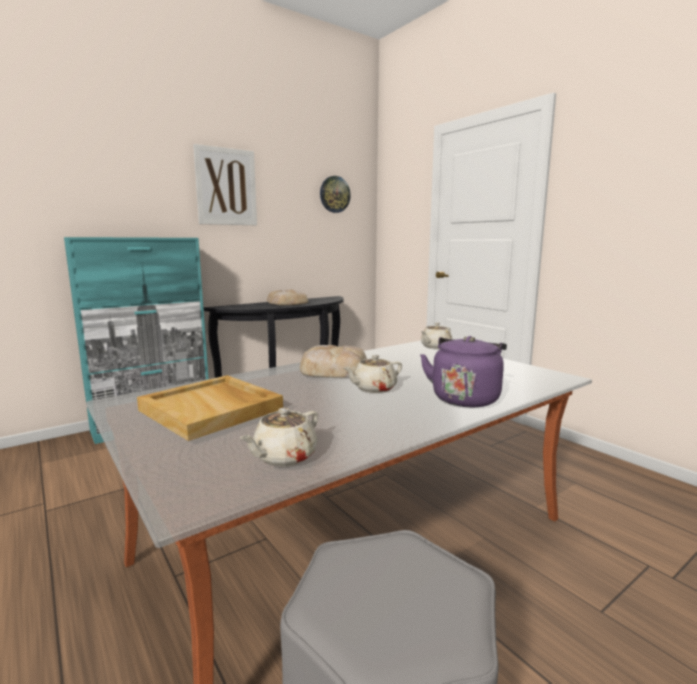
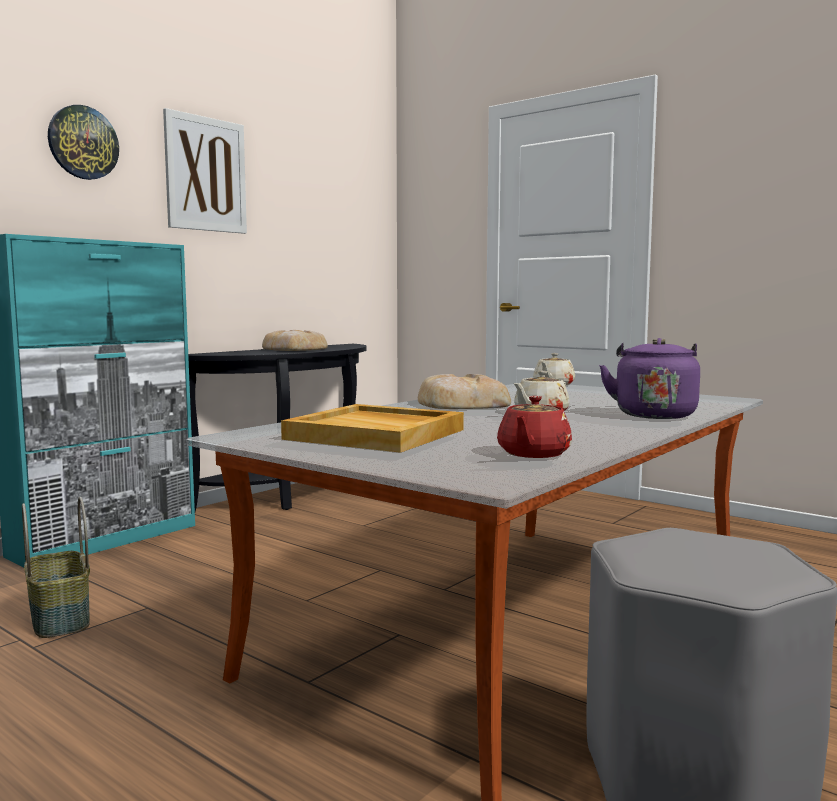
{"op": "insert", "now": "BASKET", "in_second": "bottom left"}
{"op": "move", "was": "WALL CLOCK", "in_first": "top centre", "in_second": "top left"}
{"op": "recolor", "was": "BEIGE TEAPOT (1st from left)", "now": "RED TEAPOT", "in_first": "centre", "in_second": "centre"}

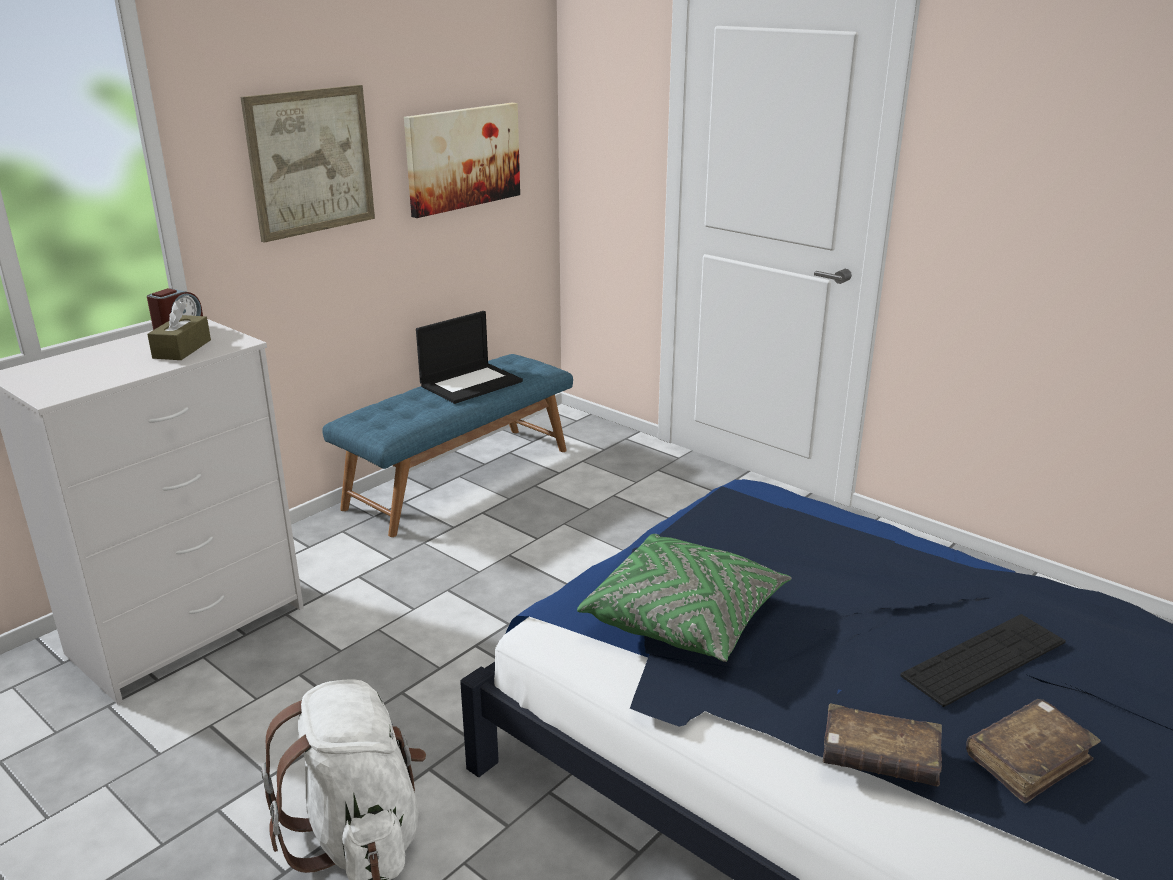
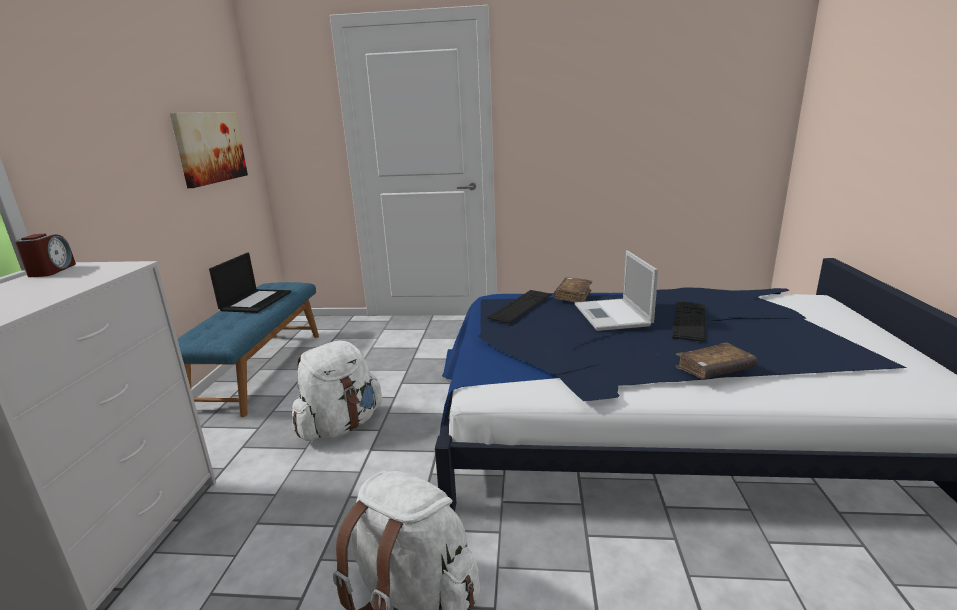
{"op": "insert", "now": "WHITE BACKPACK (1st from left)", "in_second": "centre"}
{"op": "insert", "now": "KEYBOARD (1st from left)", "in_second": "centre"}
{"op": "move", "was": "BROWN BOOK (2nd from left in the first image)", "now": "BROWN BOOK (1st from left)", "in_first": "bottom right", "in_second": "centre"}
{"op": "insert", "now": "LAPTOP (2nd from left)", "in_second": "centre"}
{"op": "delete", "was": "BROWN TISSUE BOX", "in_first": "middle left"}
{"op": "delete", "was": "PICTURE (1st from left)", "in_first": "top left"}
{"op": "delete", "was": "GREEN PILLOW", "in_first": "bottom centre"}

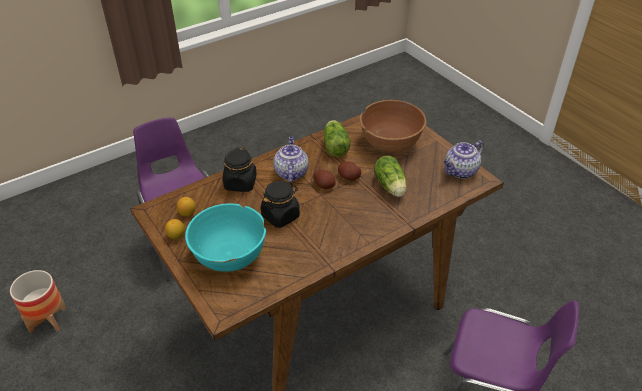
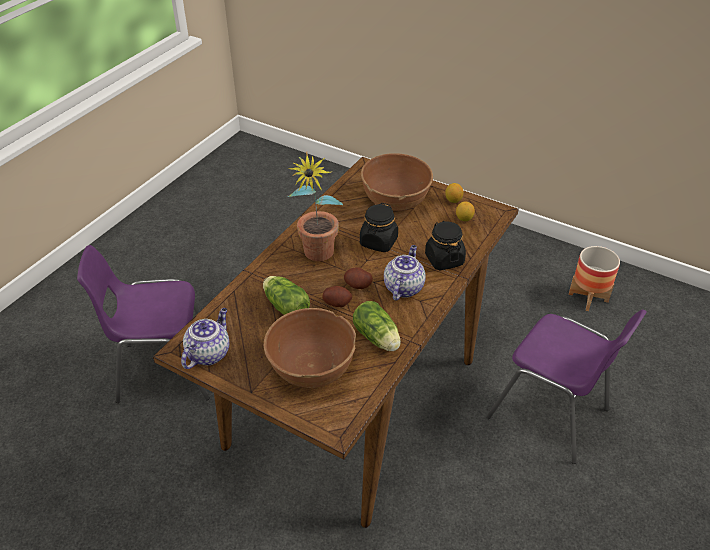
{"op": "insert", "now": "POTTED PLANT", "in_second": "centre"}
{"op": "recolor", "was": "TURQUOISE BOWL", "now": "BROWN BOWL (2nd from left)", "in_first": "centre", "in_second": "top centre"}
{"op": "rotate", "was": "TEAPOT (1st from left in the first image)", "in_first": "centre", "in_second": "centre", "clockwise": -135}

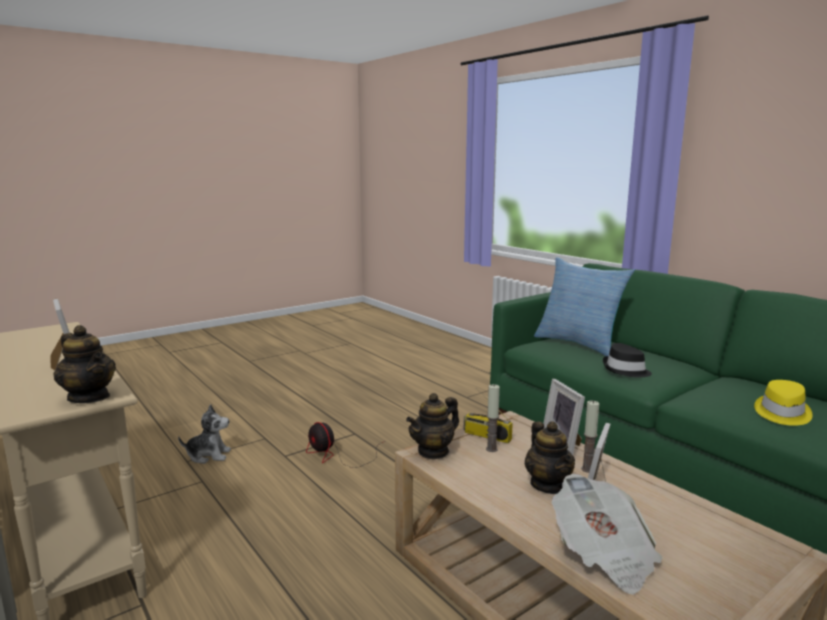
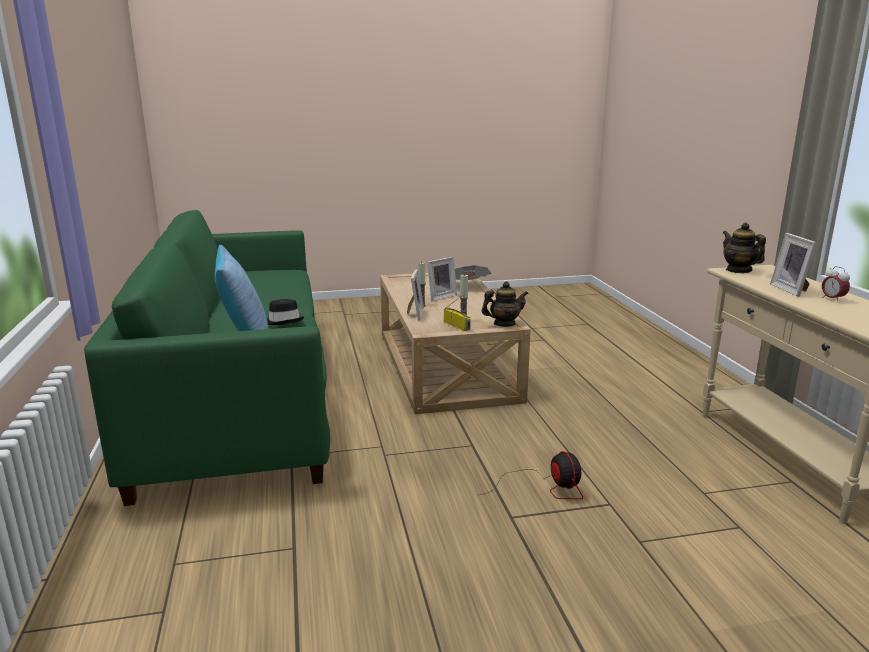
{"op": "insert", "now": "ALARM CLOCK", "in_second": "middle right"}
{"op": "delete", "was": "PLUSH TOY", "in_first": "bottom left"}
{"op": "delete", "was": "TEAPOT (3rd from left)", "in_first": "bottom centre"}
{"op": "delete", "was": "YELLOW HAT", "in_first": "middle right"}

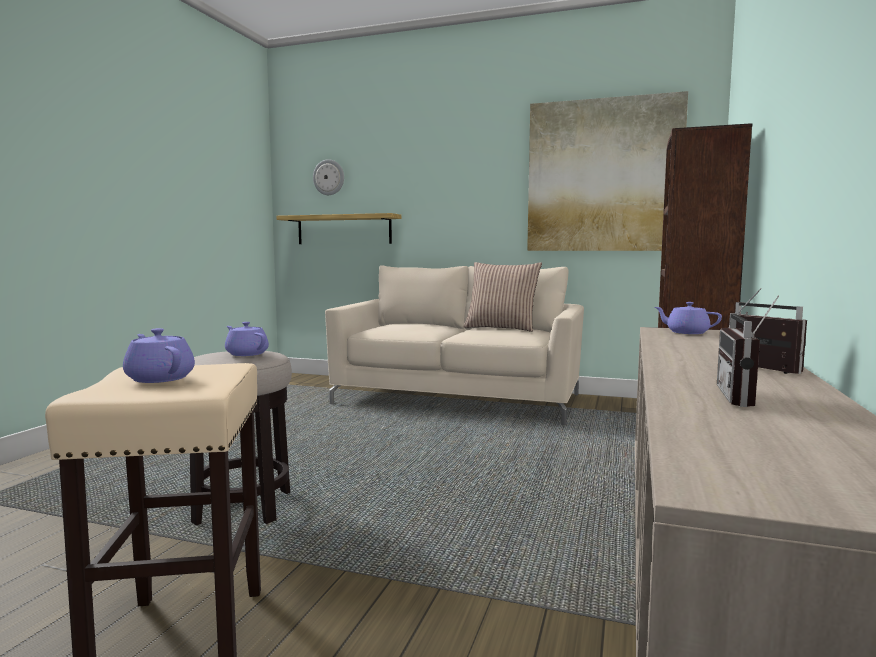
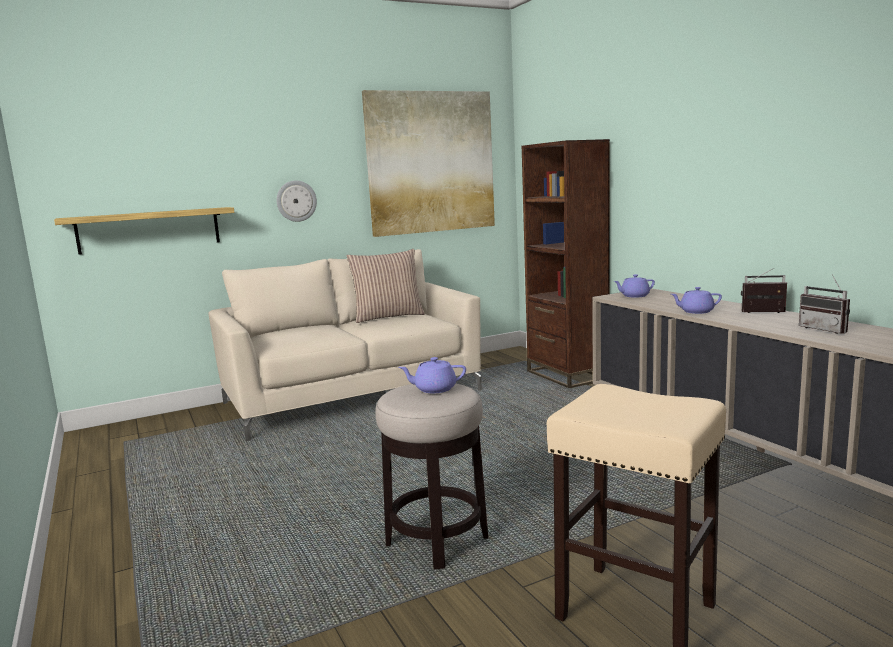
{"op": "move", "was": "WALL CLOCK", "in_first": "top centre", "in_second": "top left"}
{"op": "move", "was": "PURPLE TEAPOT (1st from left in the first image)", "now": "PURPLE TEAPOT (3rd from left)", "in_first": "middle left", "in_second": "middle right"}

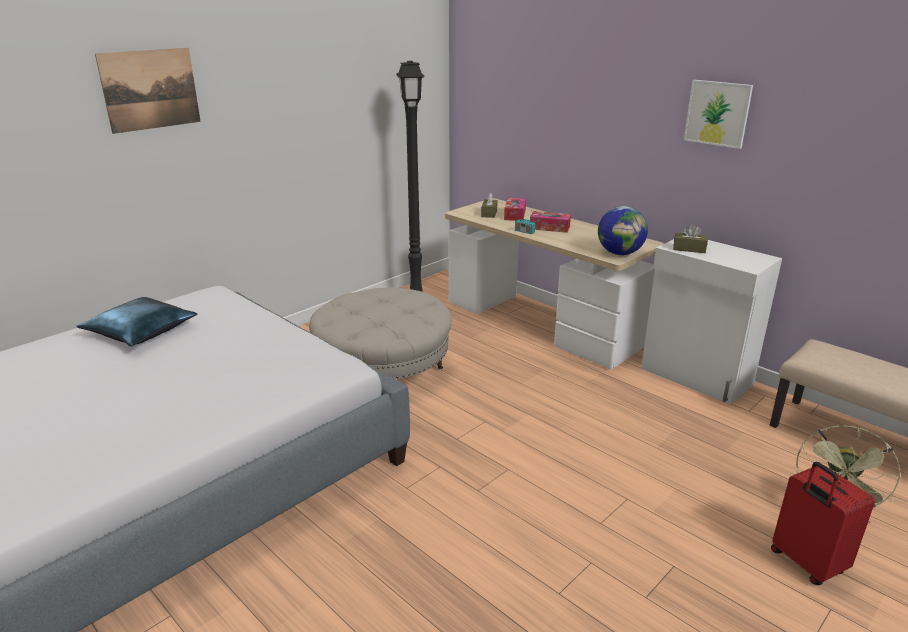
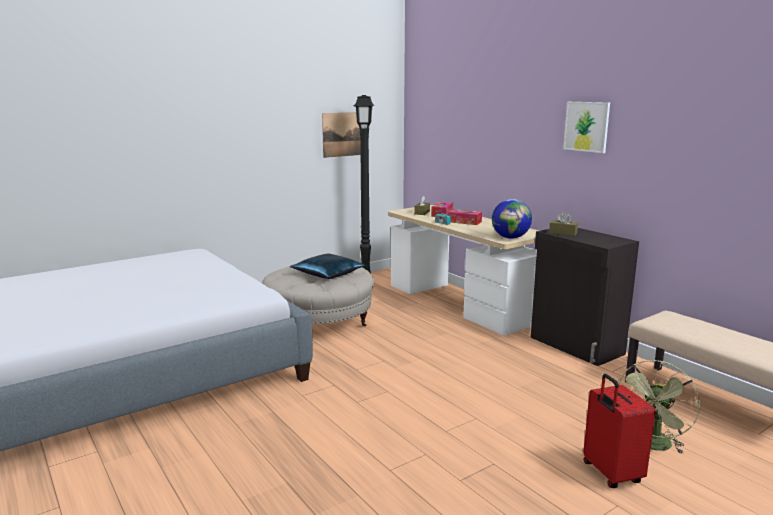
{"op": "move", "was": "BLUE PILLOW", "in_first": "middle left", "in_second": "centre"}
{"op": "move", "was": "PICTURE (1st from left)", "in_first": "top left", "in_second": "top centre"}
{"op": "recolor", "was": "WHITE CABINET", "now": "BLACK CABINET", "in_first": "middle right", "in_second": "middle right"}

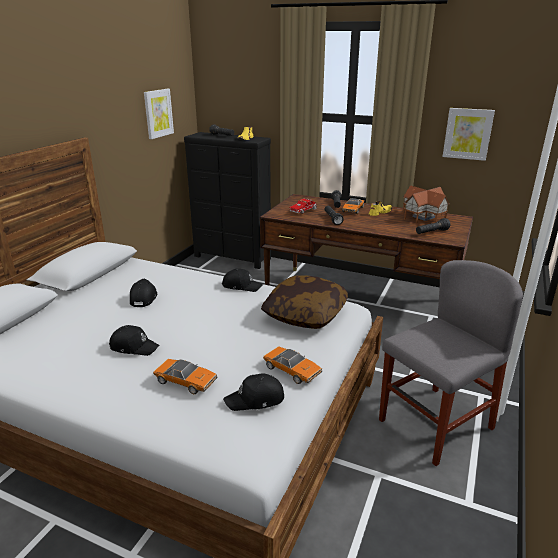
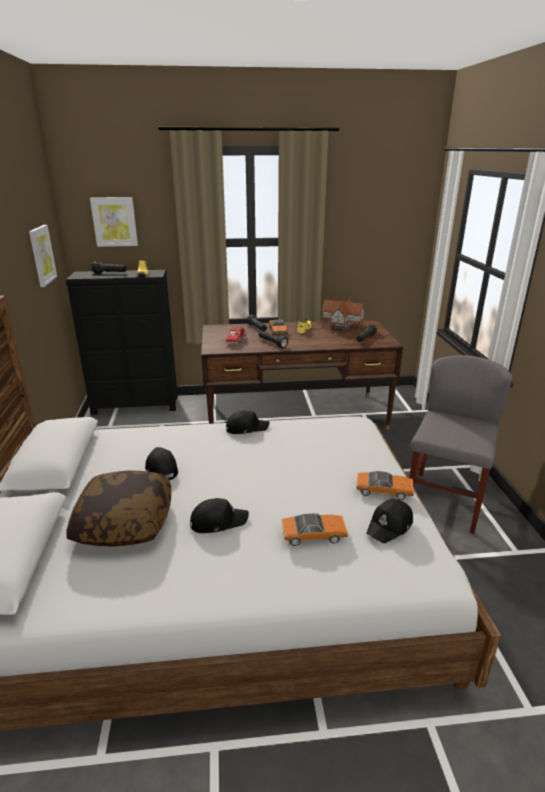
{"op": "move", "was": "PILLOW", "in_first": "centre", "in_second": "middle left"}
{"op": "move", "was": "PICTURE (2nd from left)", "in_first": "top right", "in_second": "top left"}

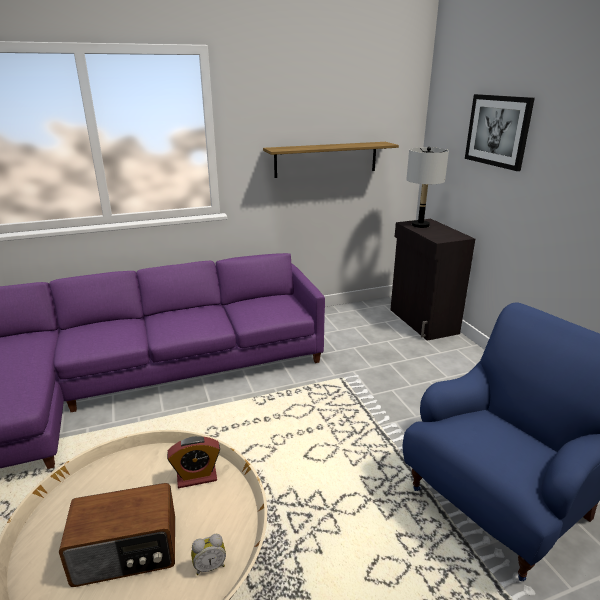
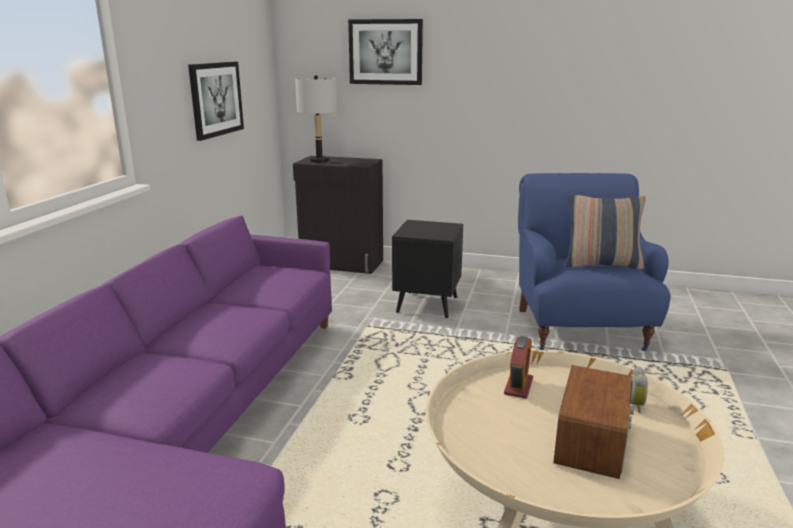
{"op": "replace", "was": "SHELF", "now": "PICTURE (1st from left)", "in_first": "top centre", "in_second": "top left"}
{"op": "insert", "now": "BLACK SIDE TABLE", "in_second": "centre"}
{"op": "insert", "now": "PILLOW", "in_second": "middle right"}

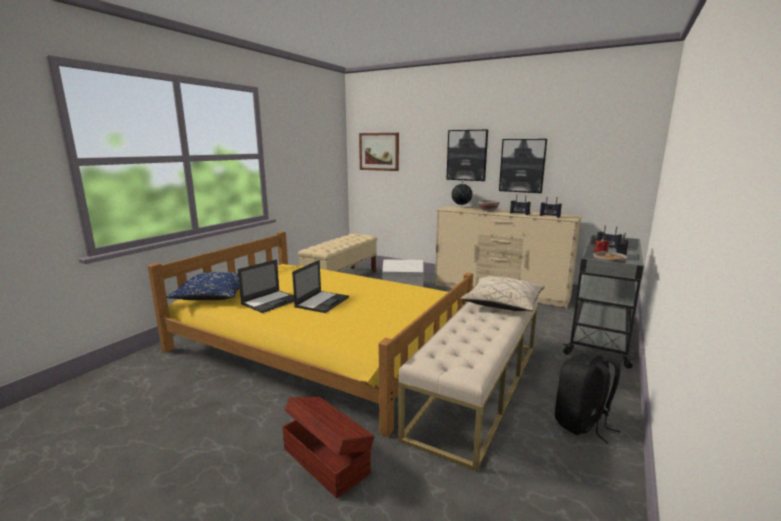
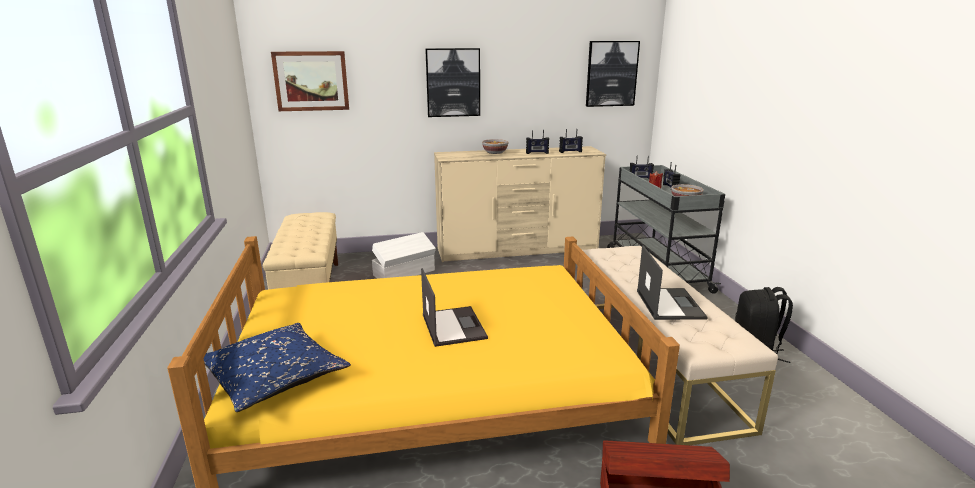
{"op": "move", "was": "PICTURE (3rd from left)", "in_first": "top right", "in_second": "top centre"}
{"op": "move", "was": "LAPTOP (1st from left in the first image)", "now": "LAPTOP (2nd from left)", "in_first": "centre", "in_second": "middle right"}
{"op": "delete", "was": "GLOBE", "in_first": "centre"}
{"op": "delete", "was": "BEIGE PILLOW", "in_first": "centre"}

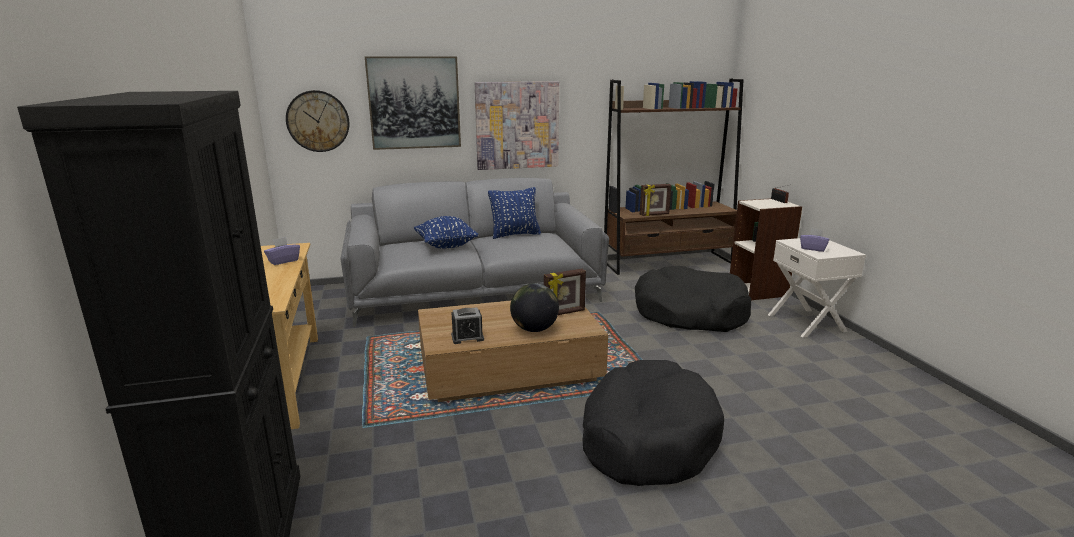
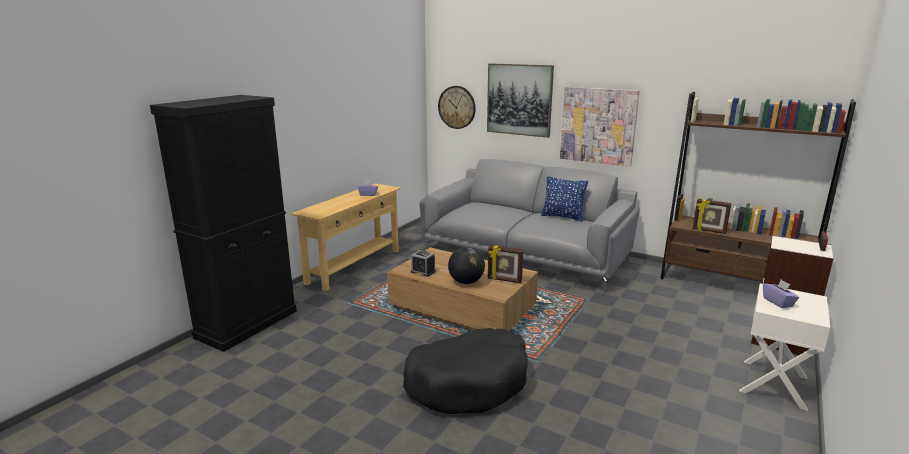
{"op": "delete", "was": "BLUE PILLOW (1st from left)", "in_first": "centre"}
{"op": "delete", "was": "BLACK DOG BED (2nd from left)", "in_first": "centre"}

